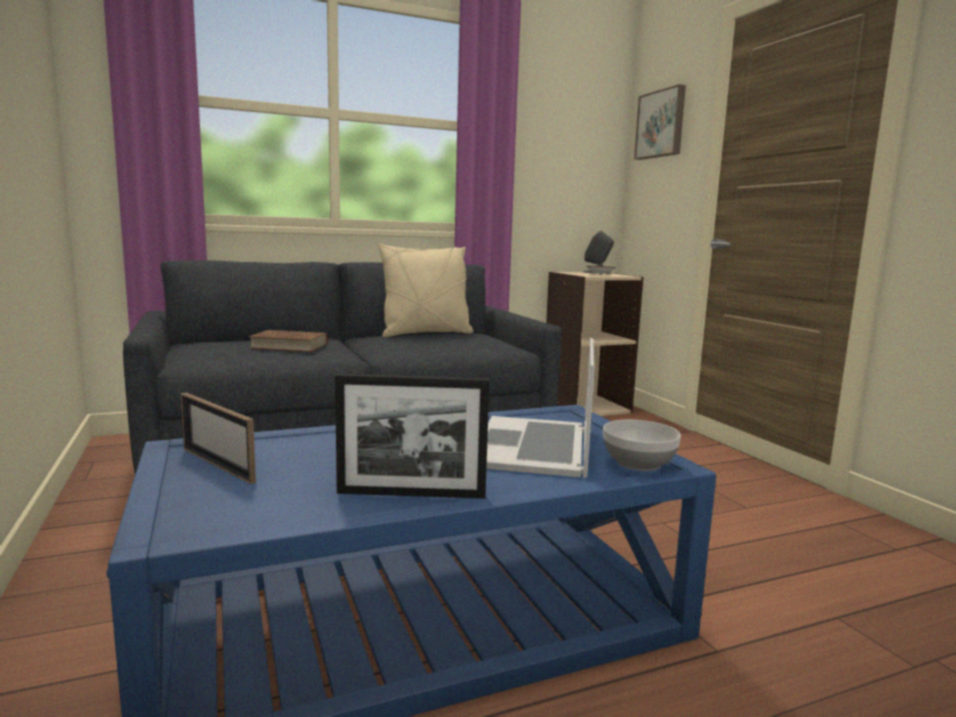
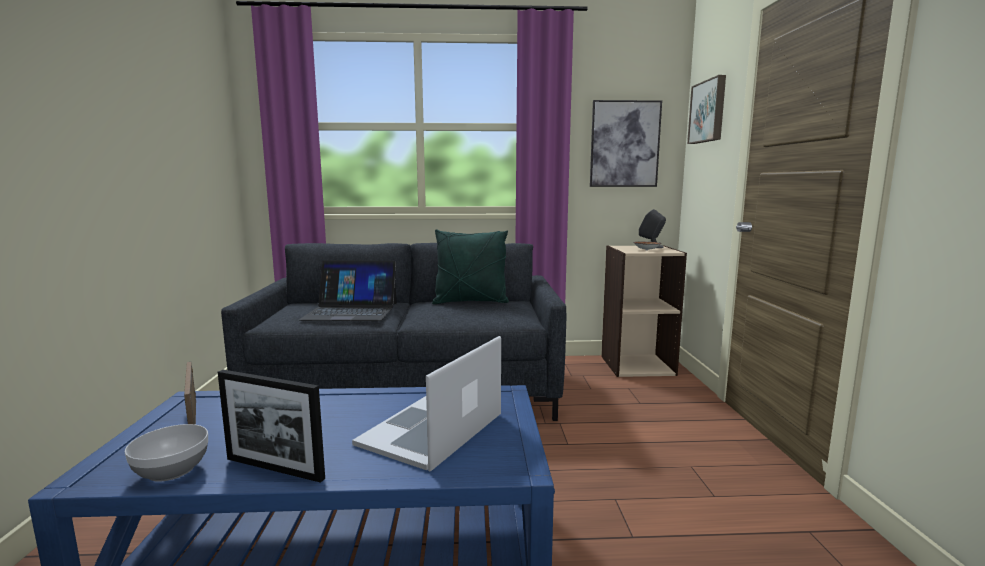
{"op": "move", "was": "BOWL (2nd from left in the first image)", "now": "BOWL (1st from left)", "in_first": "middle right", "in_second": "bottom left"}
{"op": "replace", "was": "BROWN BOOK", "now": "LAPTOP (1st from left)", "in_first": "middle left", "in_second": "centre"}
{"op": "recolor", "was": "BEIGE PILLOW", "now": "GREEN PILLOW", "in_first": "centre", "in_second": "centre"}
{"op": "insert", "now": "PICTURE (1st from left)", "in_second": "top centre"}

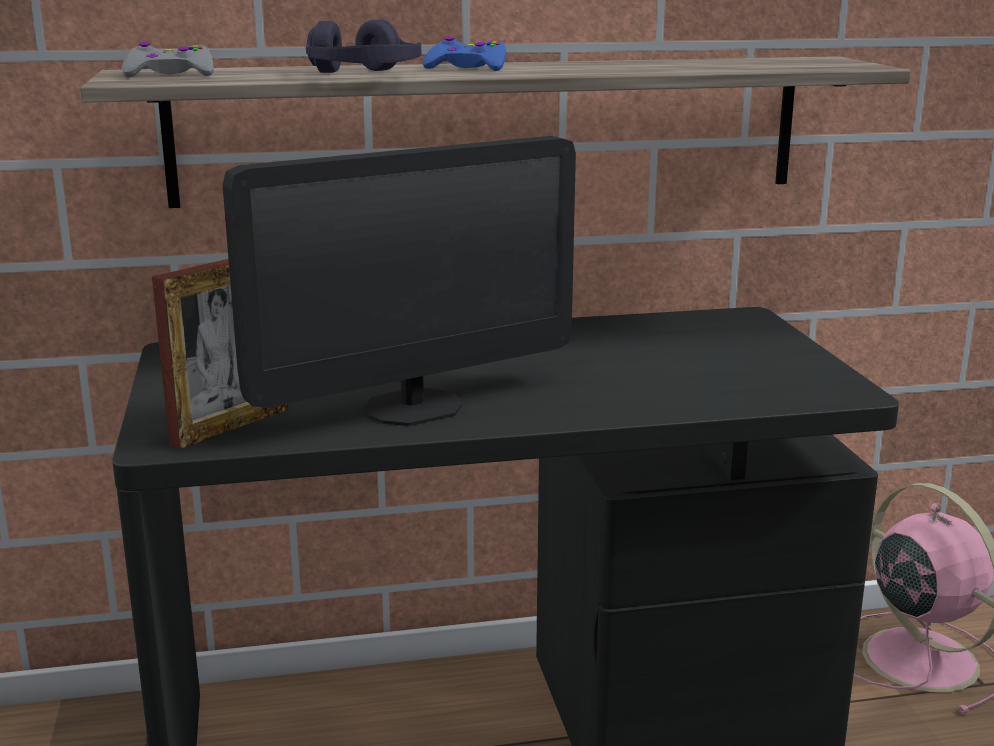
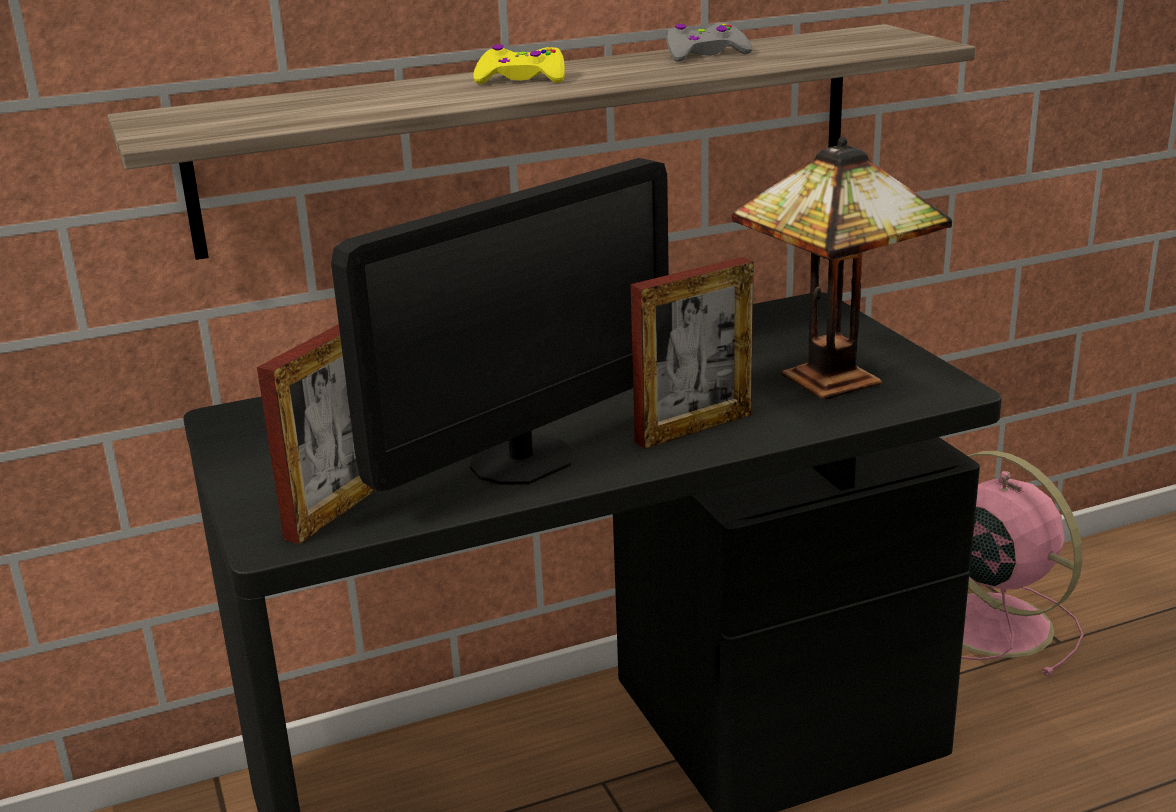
{"op": "recolor", "was": "BLUE GAME CONTROLLER", "now": "YELLOW GAME CONTROLLER", "in_first": "top centre", "in_second": "top centre"}
{"op": "insert", "now": "PICTURE FRAME (2nd from left)", "in_second": "centre"}
{"op": "move", "was": "GREY GAME CONTROLLER", "in_first": "top left", "in_second": "top centre"}
{"op": "insert", "now": "TABLE LAMP", "in_second": "top right"}
{"op": "delete", "was": "PURPLE HEADPHONES", "in_first": "top centre"}

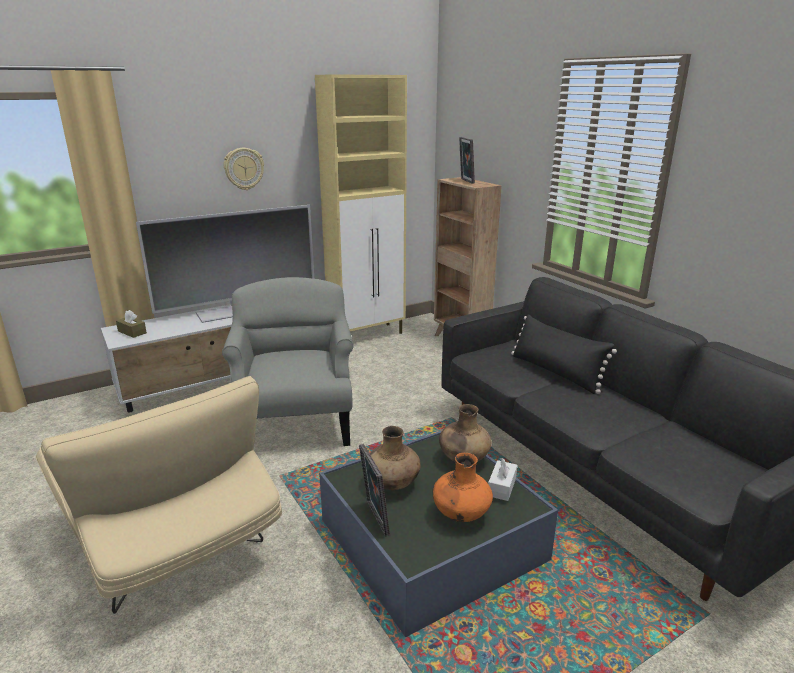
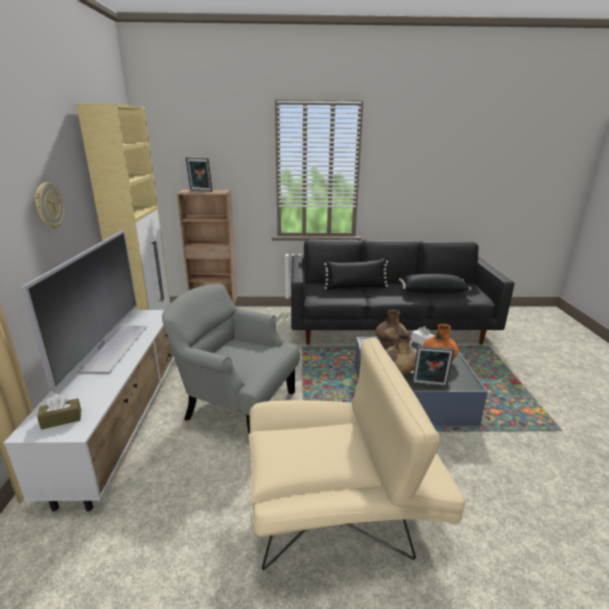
{"op": "insert", "now": "BLACK PILLOW (2nd from left)", "in_second": "middle right"}

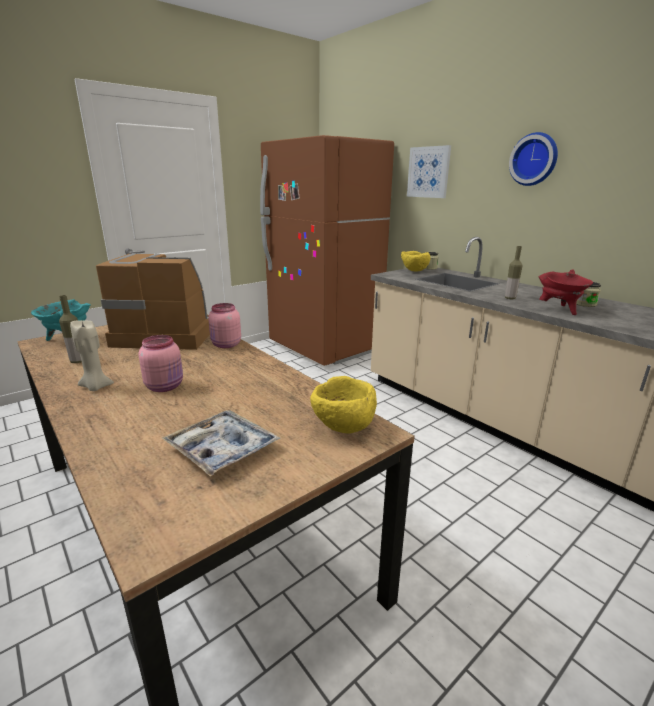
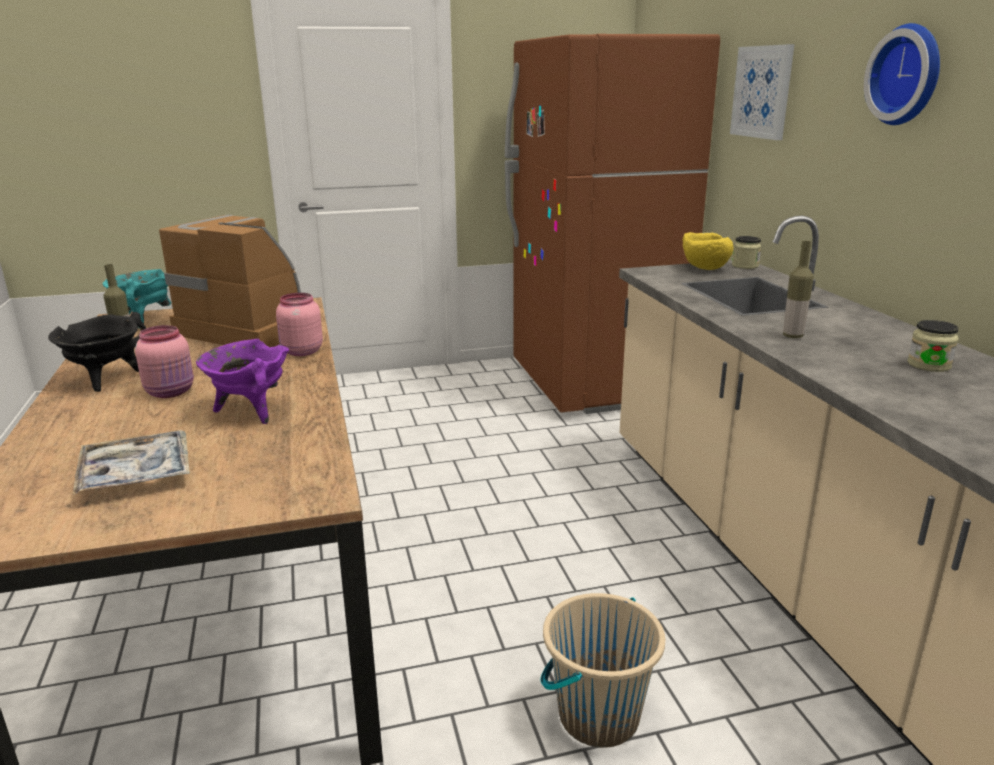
{"op": "replace", "was": "BEIGE CANDLE", "now": "BLACK COOKING POT", "in_first": "middle left", "in_second": "middle left"}
{"op": "insert", "now": "PURPLE COOKING POT", "in_second": "middle left"}
{"op": "insert", "now": "BEIGE BUCKET", "in_second": "bottom centre"}
{"op": "delete", "was": "YELLOW BOWL (1st from left)", "in_first": "centre"}
{"op": "delete", "was": "RED COOKING POT", "in_first": "middle right"}

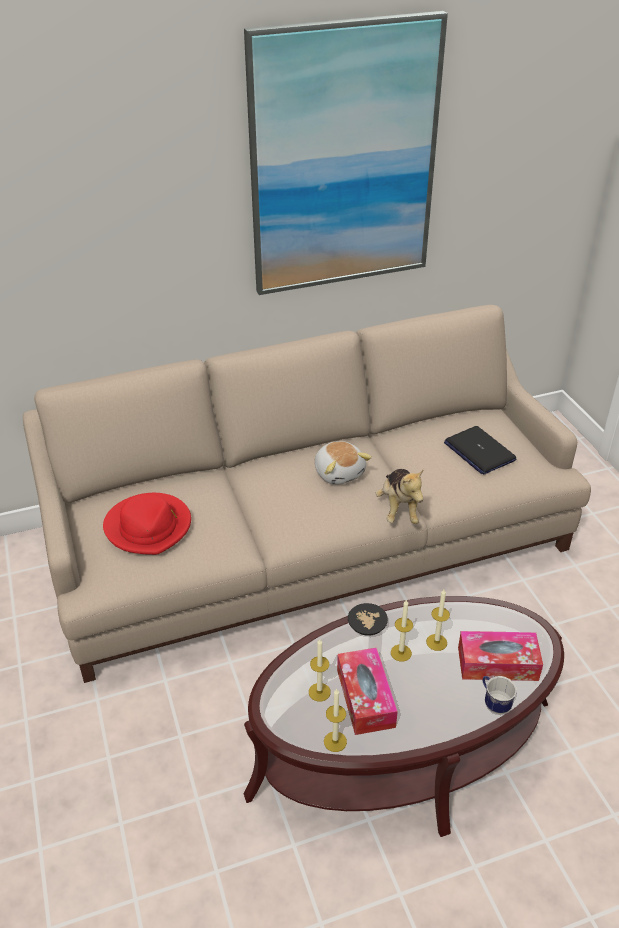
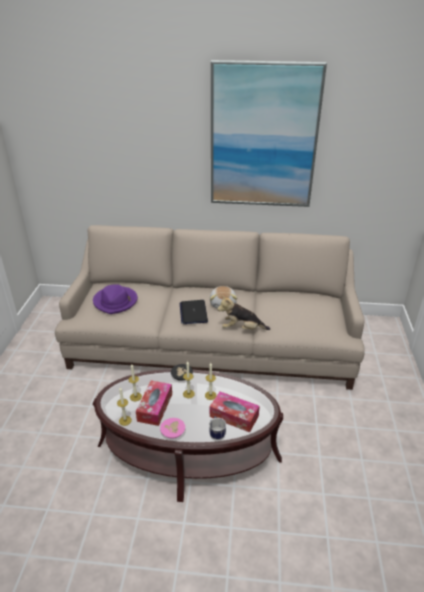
{"op": "recolor", "was": "RED HAT", "now": "PURPLE HAT", "in_first": "middle left", "in_second": "middle left"}
{"op": "insert", "now": "PINK BOWL", "in_second": "bottom centre"}
{"op": "move", "was": "LAPTOP", "in_first": "middle right", "in_second": "centre"}
{"op": "rotate", "was": "PLUSH TOY (2nd from left)", "in_first": "centre", "in_second": "centre", "clockwise": 75}

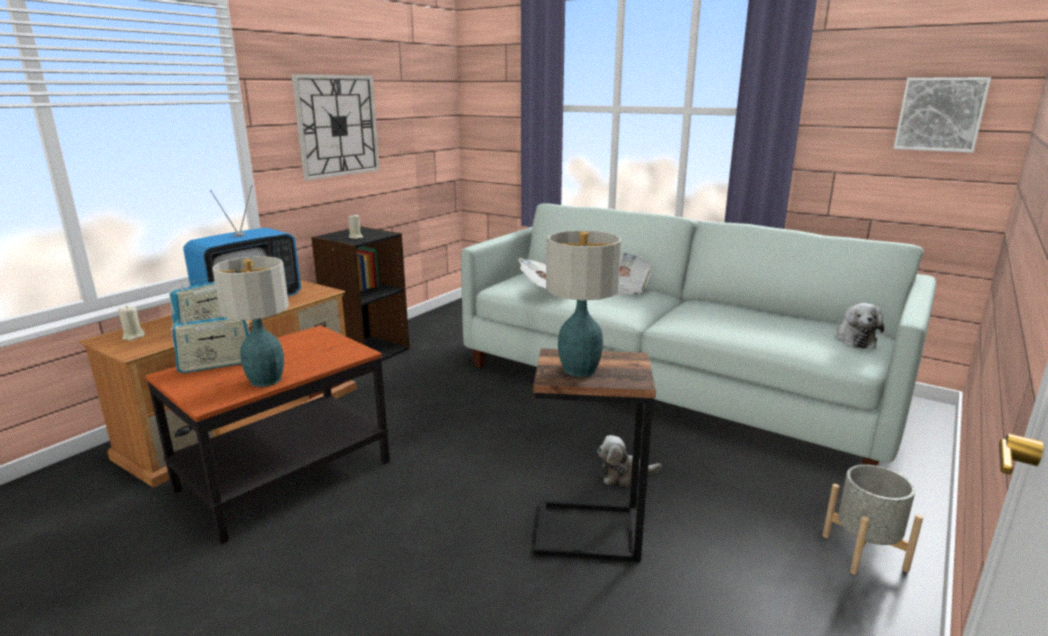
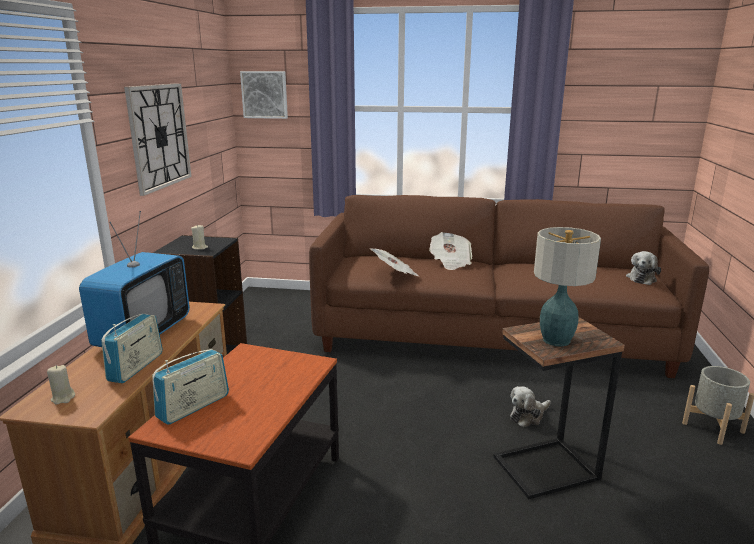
{"op": "move", "was": "PICTURE", "in_first": "top right", "in_second": "top centre"}
{"op": "recolor", "was": "WHITE SOFA", "now": "BROWN SOFA", "in_first": "centre", "in_second": "middle right"}
{"op": "rotate", "was": "PLUSH TOY (2nd from left)", "in_first": "middle right", "in_second": "middle right", "clockwise": 45}
{"op": "delete", "was": "TABLE LAMP (1st from left)", "in_first": "middle left"}

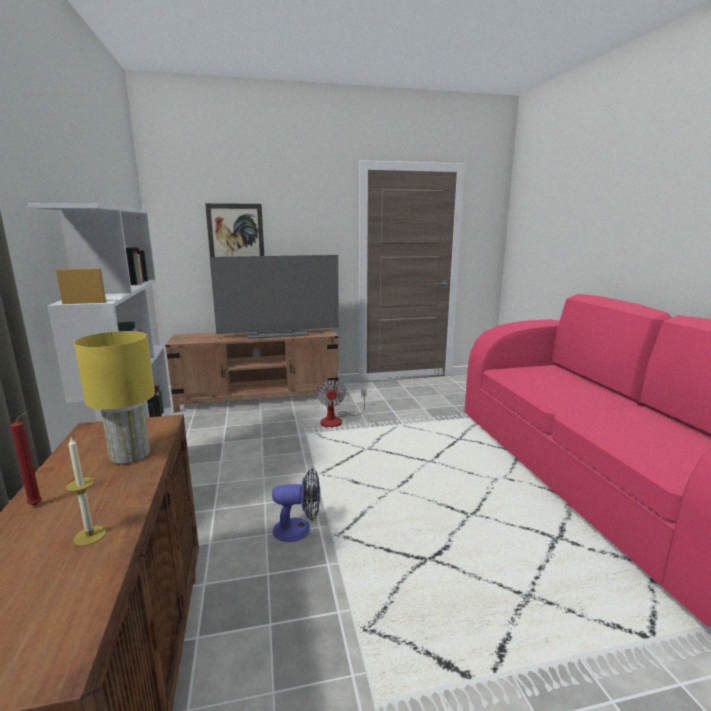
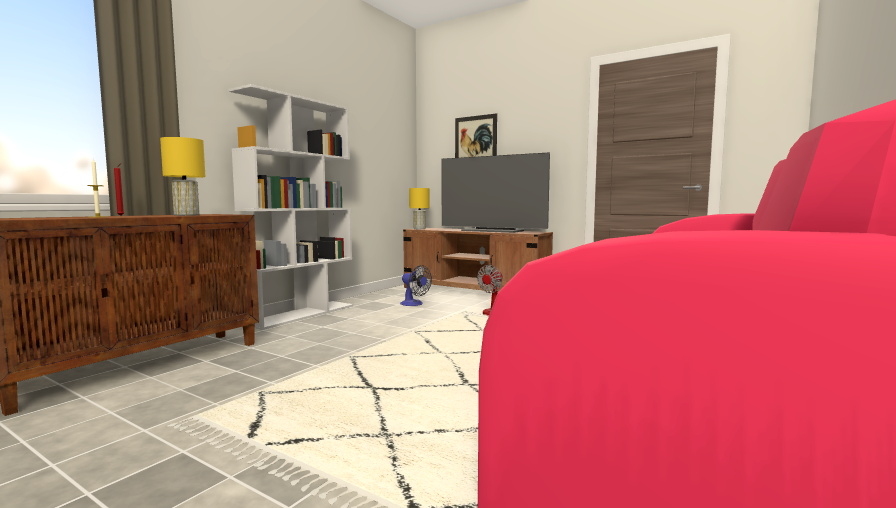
{"op": "move", "was": "FAN (1st from left)", "in_first": "bottom centre", "in_second": "centre"}
{"op": "insert", "now": "YELLOW TABLE LAMP (2nd from left)", "in_second": "centre"}

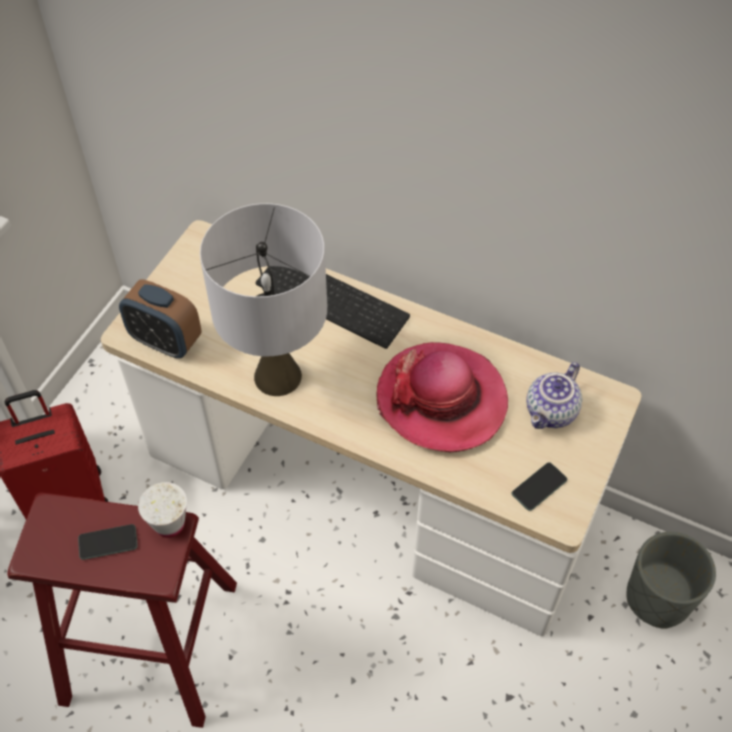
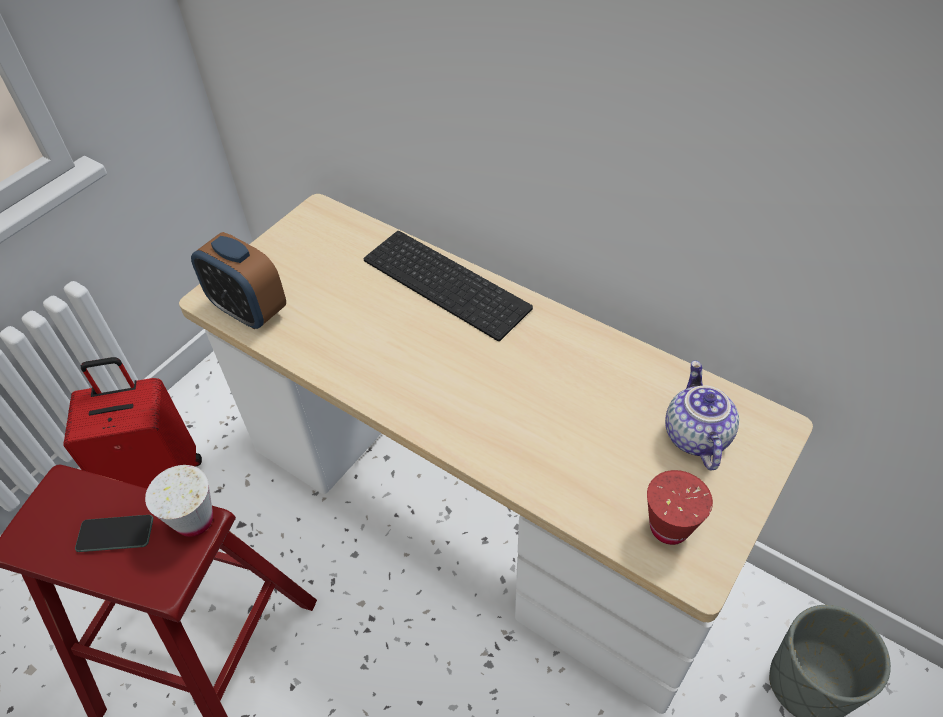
{"op": "replace", "was": "PHONE (2nd from left)", "now": "RED CUP", "in_first": "middle right", "in_second": "bottom right"}
{"op": "rotate", "was": "TEAPOT", "in_first": "middle right", "in_second": "middle right", "clockwise": 135}
{"op": "delete", "was": "GREY TABLE LAMP", "in_first": "centre"}
{"op": "delete", "was": "HAT", "in_first": "centre"}

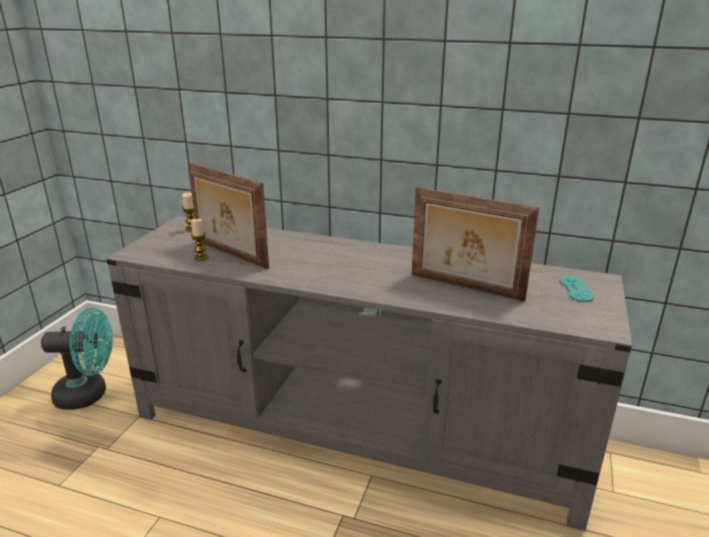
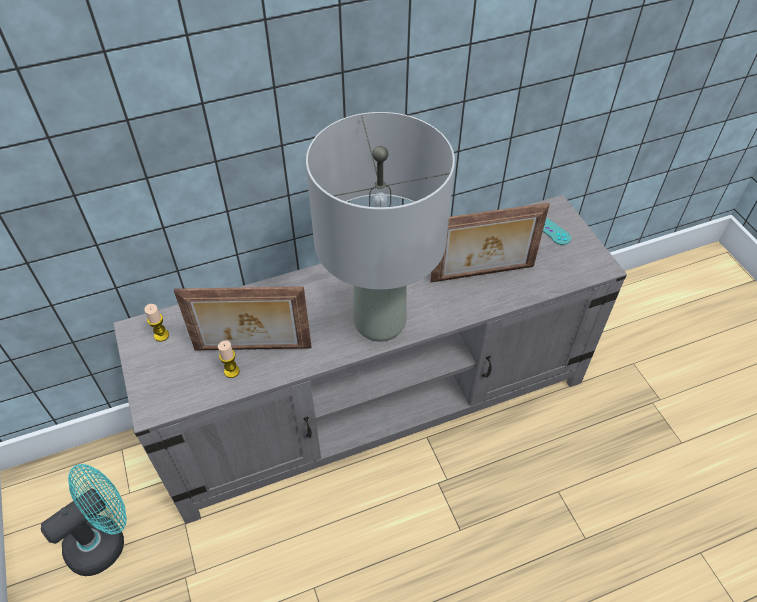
{"op": "insert", "now": "GREY TABLE LAMP", "in_second": "centre"}

